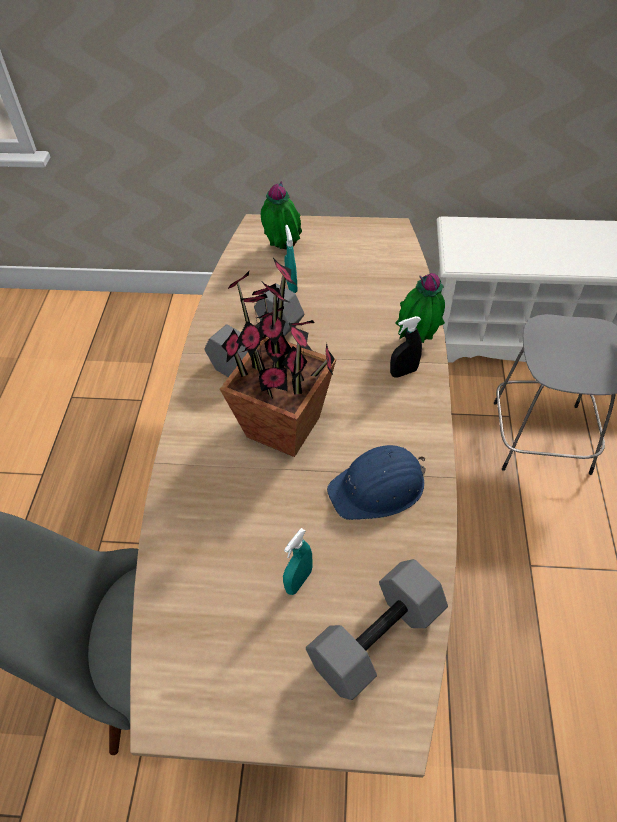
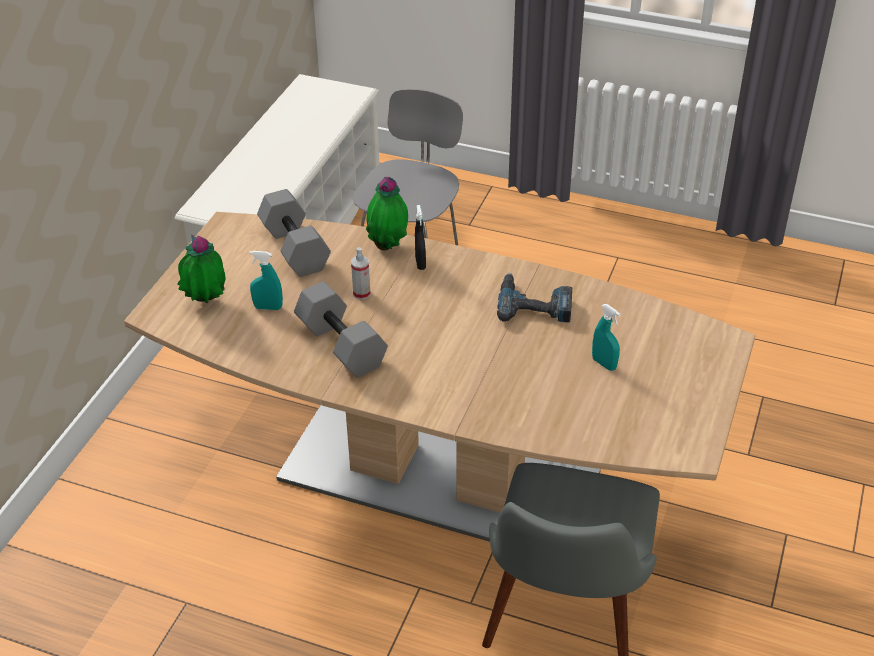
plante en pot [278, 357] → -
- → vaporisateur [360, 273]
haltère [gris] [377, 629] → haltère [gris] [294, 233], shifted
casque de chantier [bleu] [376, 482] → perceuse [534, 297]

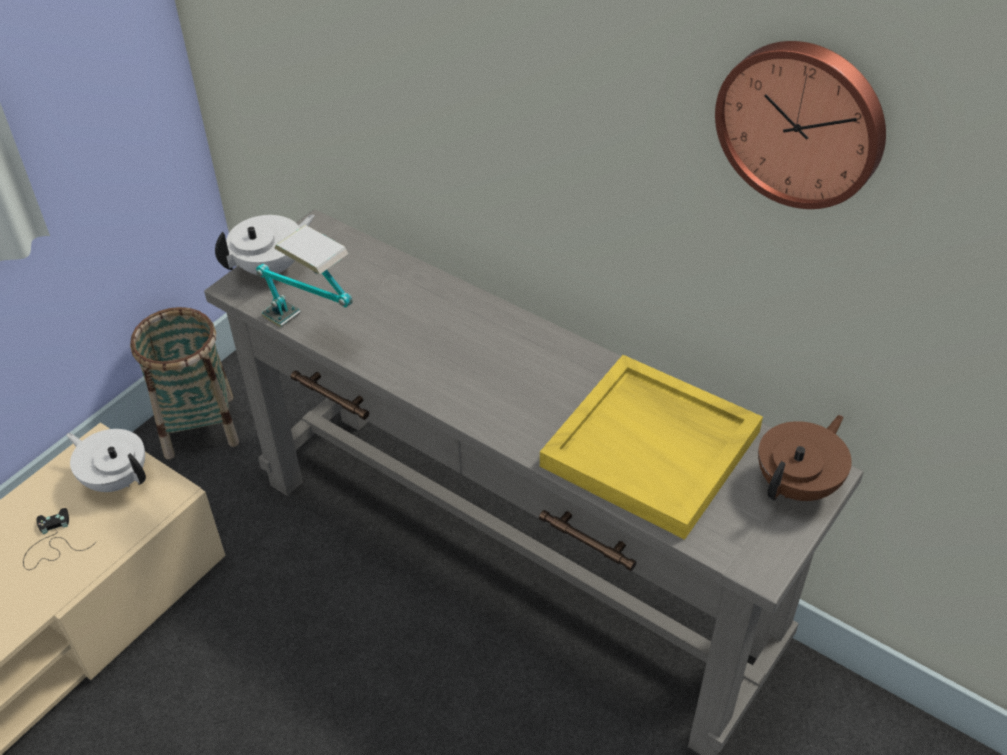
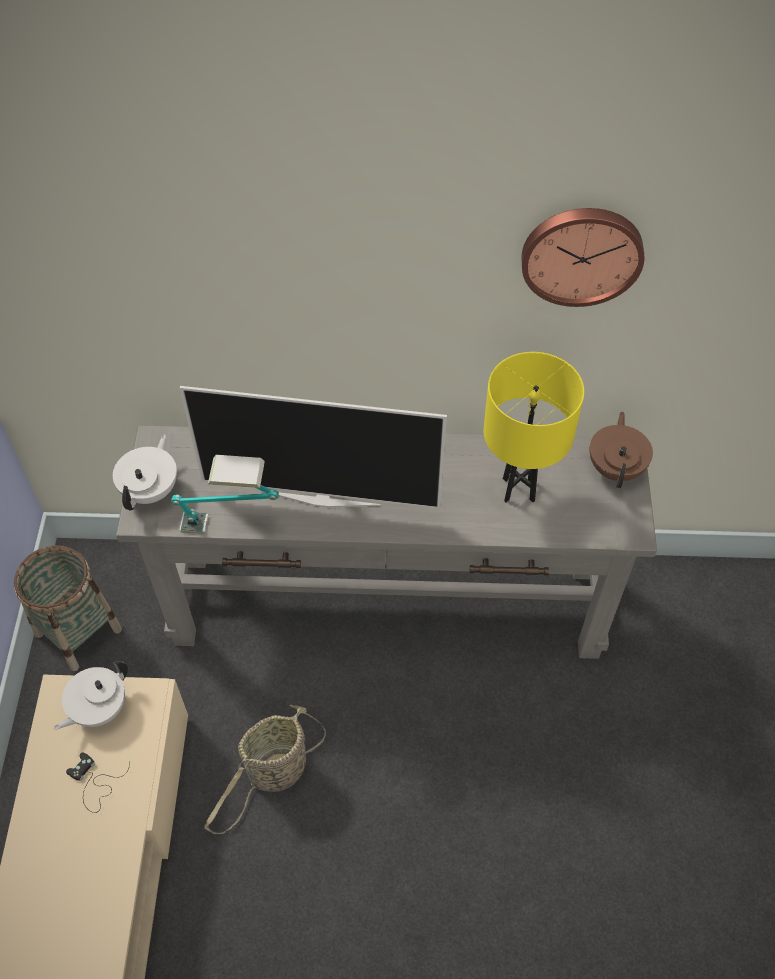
- → téléviseur [313, 447]
- → panier [265, 769]
plateau [jaune] [651, 447] → lampe de table [jaune] [533, 427]
théière [blanc] [106, 460] → théière [blanc] [91, 695], 45 degrees counterclockwise

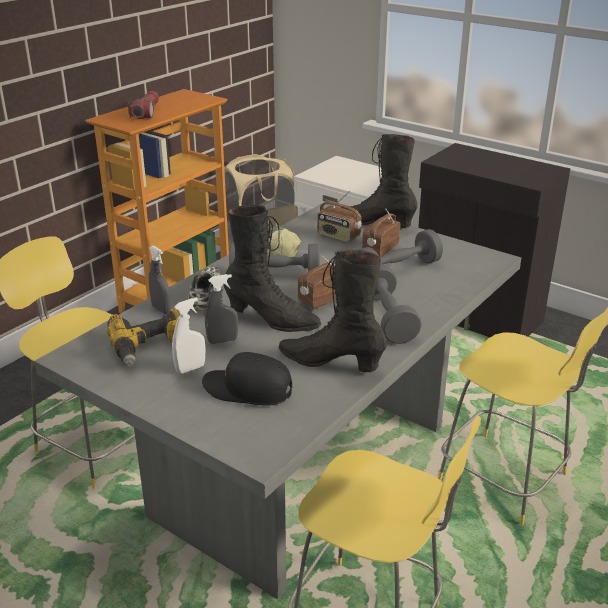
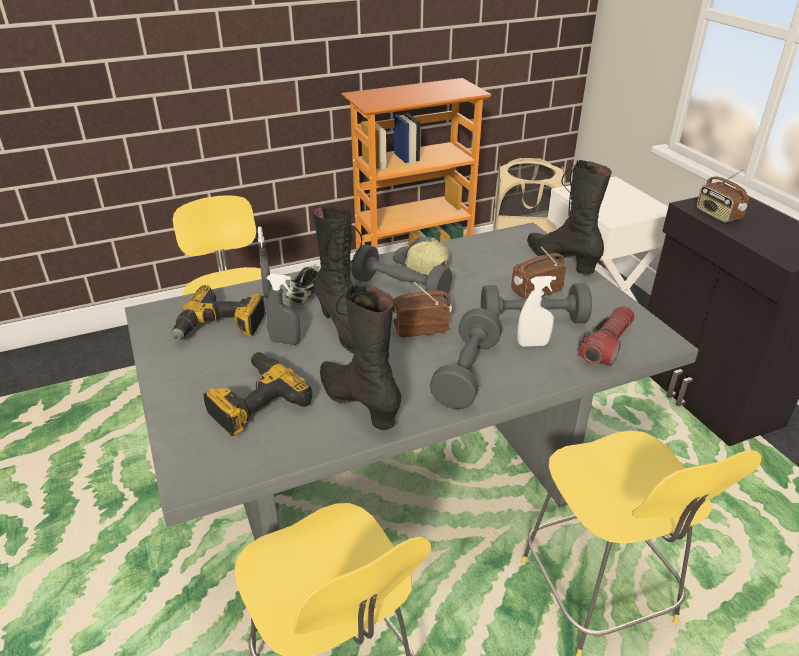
lampe de poche [143, 105] → lampe de poche [606, 336], shifted
vaporisateur [blanc] [188, 336] → vaporisateur [blanc] [536, 311], shifted
radio [339, 216] → radio [723, 196], shifted
casquette [noir] [247, 379] → perceuse [258, 394]

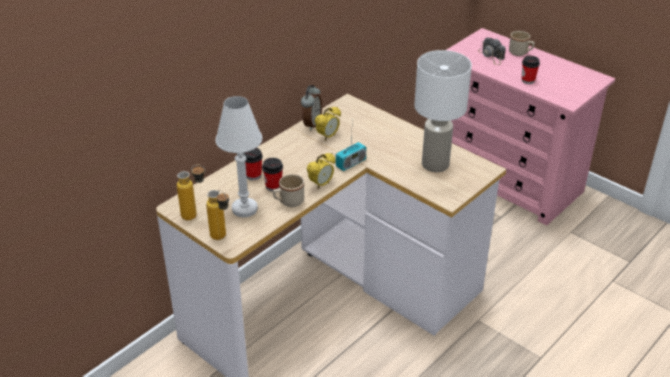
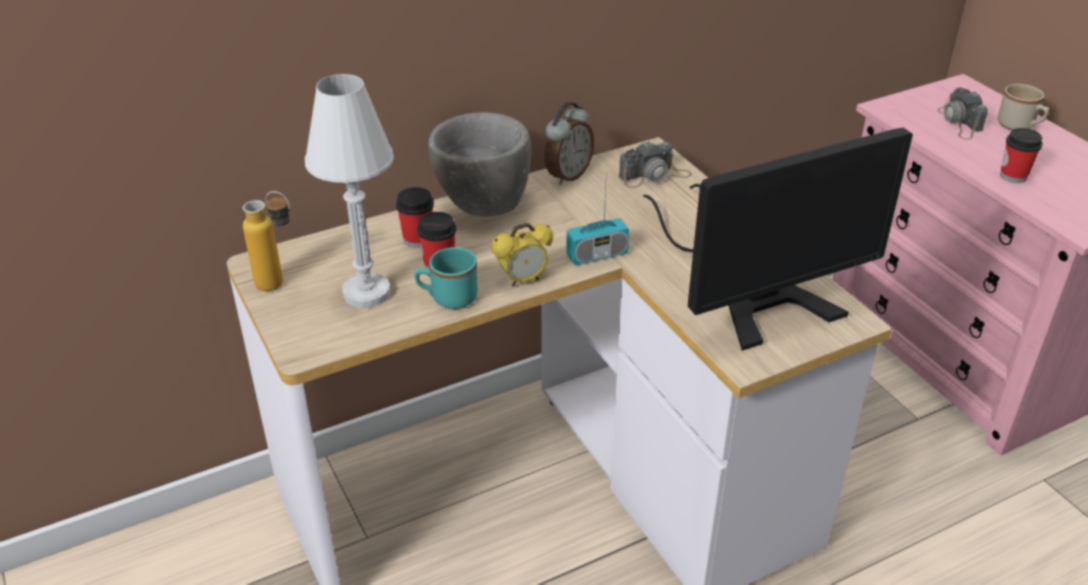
bouteille [217, 215] → -
réveil [328, 124] → -
- → bol [gris] [479, 164]
- → appareil photo [655, 164]
lampe de table [blanc] [443, 111] → écran d'ordinateur [778, 239]
mug [beige] [288, 190] → mug [turquoise] [446, 278]

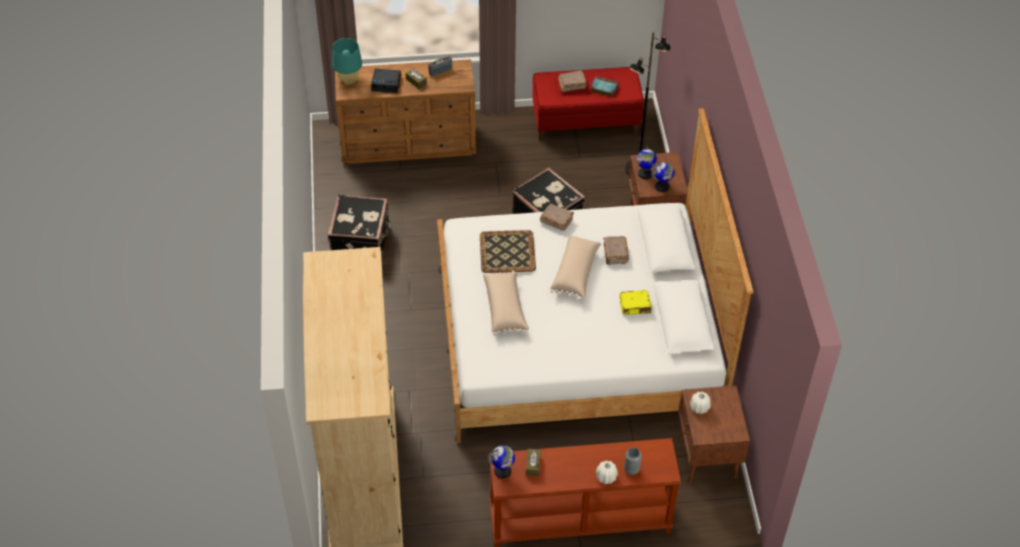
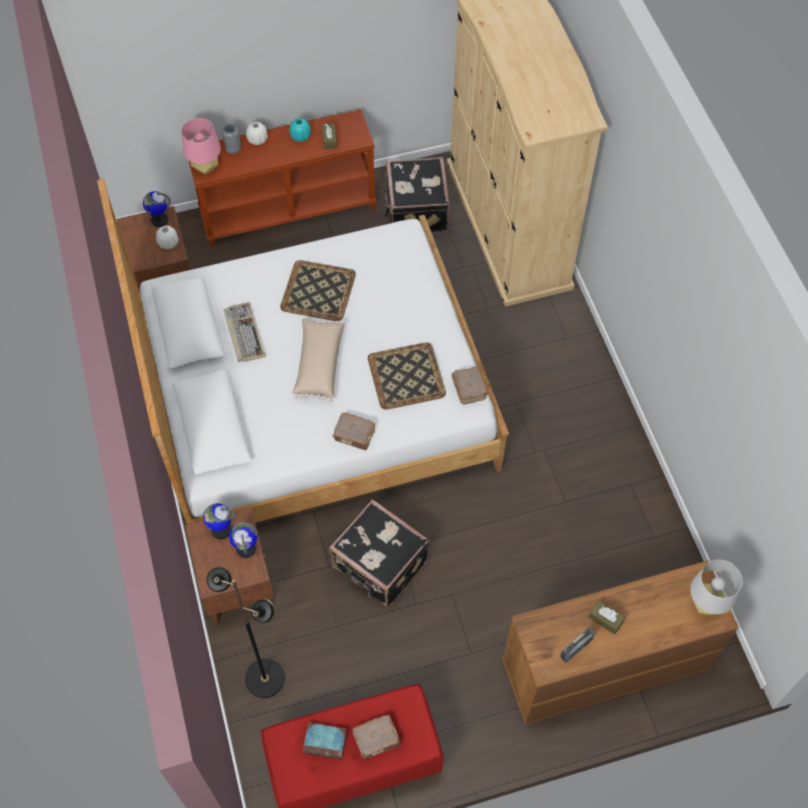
réveil [386, 81] → -
coussin [beige] [506, 303] → -
- → lampe de table [rose] [201, 146]
- → plateau [318, 290]
- → vase [turquoise] [300, 130]
valise [noir] [360, 227] → valise [noir] [416, 195], shifted
globe [501, 461] → globe [157, 209], shifted
livre [marron] [616, 250] → livre [marron] [469, 385], shifted
livre [jaune] [635, 302] → clavier [244, 332]
lampe de table [turquoise] [347, 61] → lampe de table [gris] [716, 587]

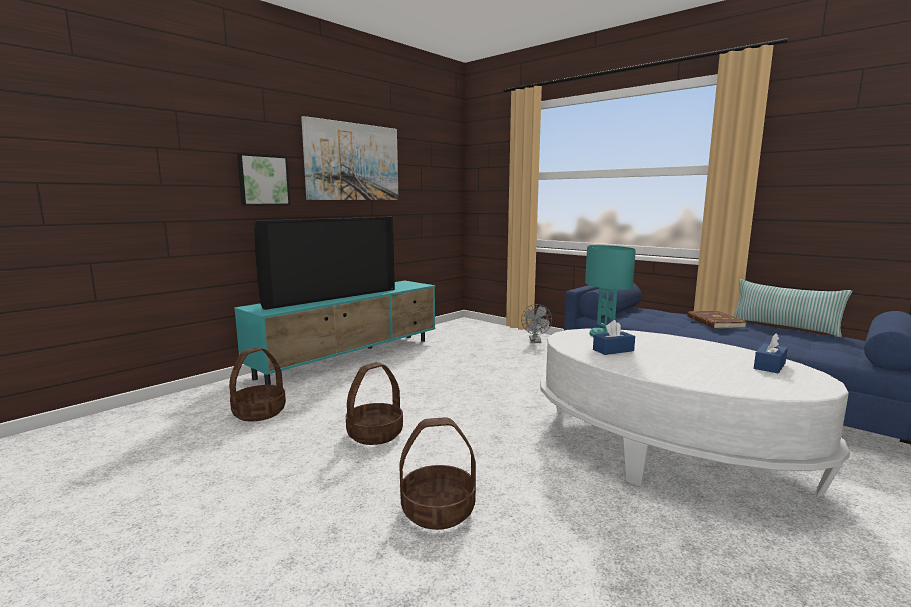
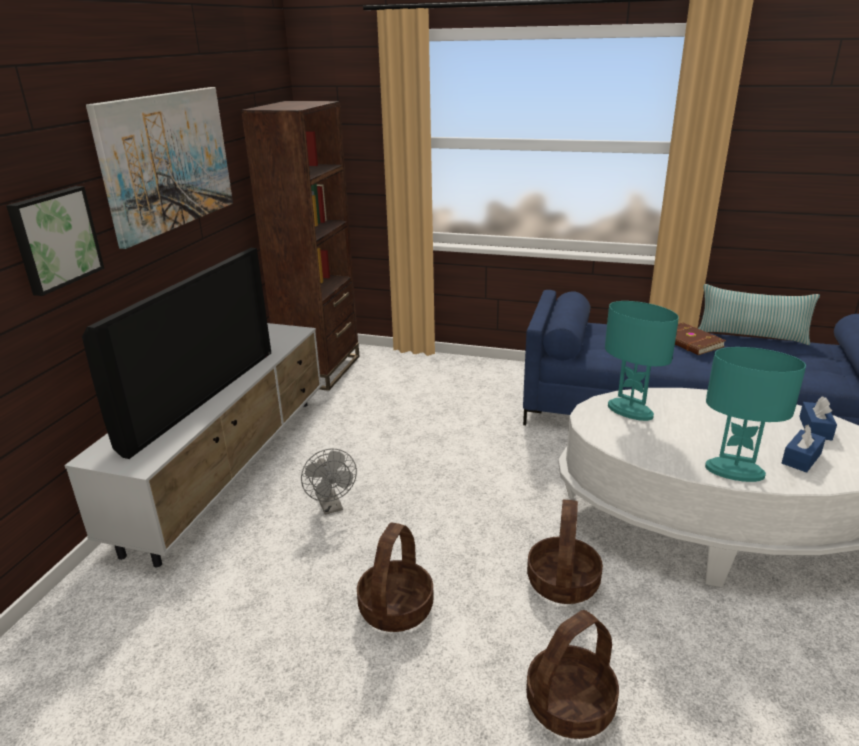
- → bibliothèque [marron] [300, 246]
- → lampe de table [turquoise] [755, 414]
panier [257, 384] → panier [565, 552], shifted
ventilateur [gris] [536, 323] → ventilateur [gris] [329, 482], shifted
boîte à mouchoirs [bleu] [614, 337] → boîte à mouchoirs [bleu] [804, 449], shifted
meuble télé [turquoise] [334, 333] → meuble télé [blanc] [193, 445]

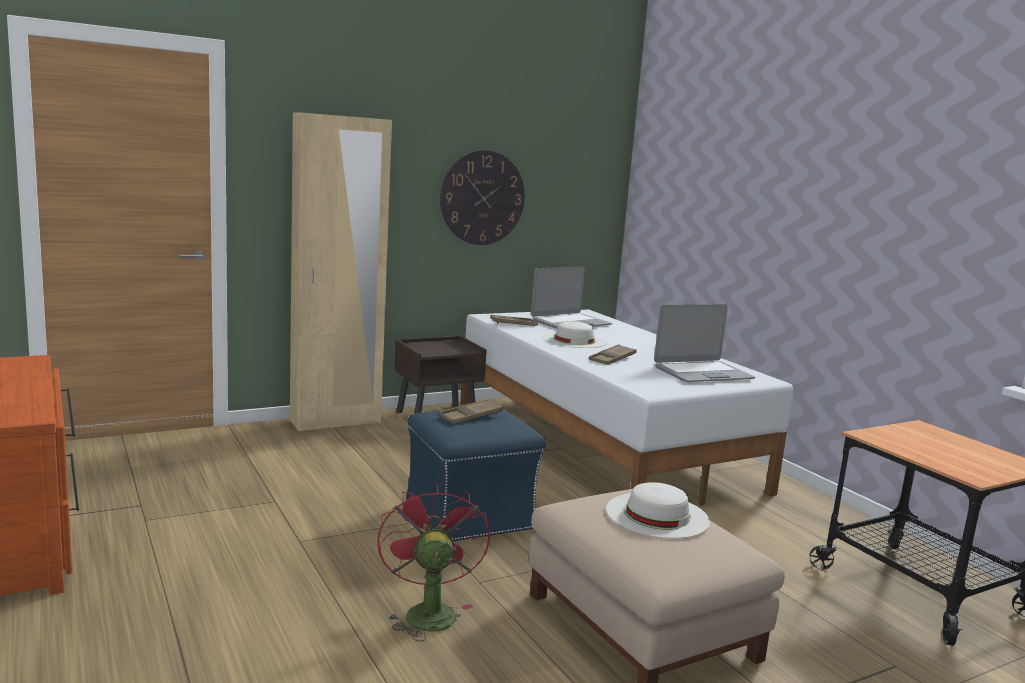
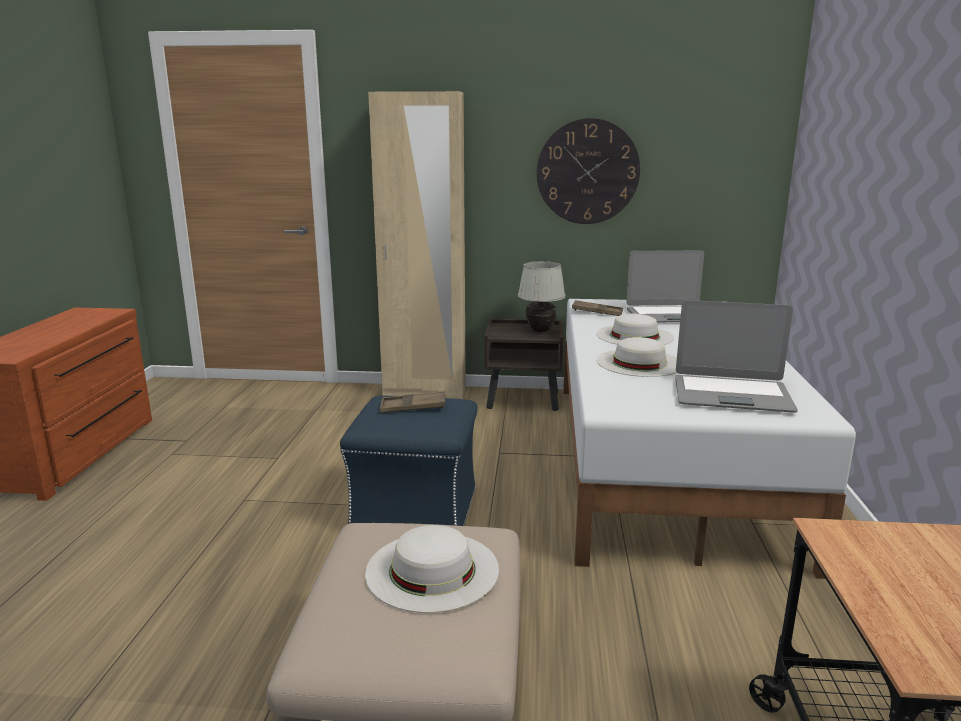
ventilateur [rouge] [433, 562] → -
- → lampe de table [blanc] [541, 296]
plateau [marron] [613, 354] → chapeau [blanc] [636, 357]

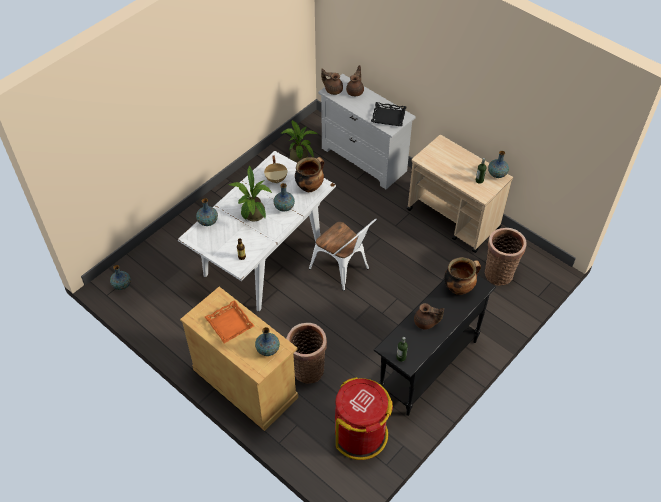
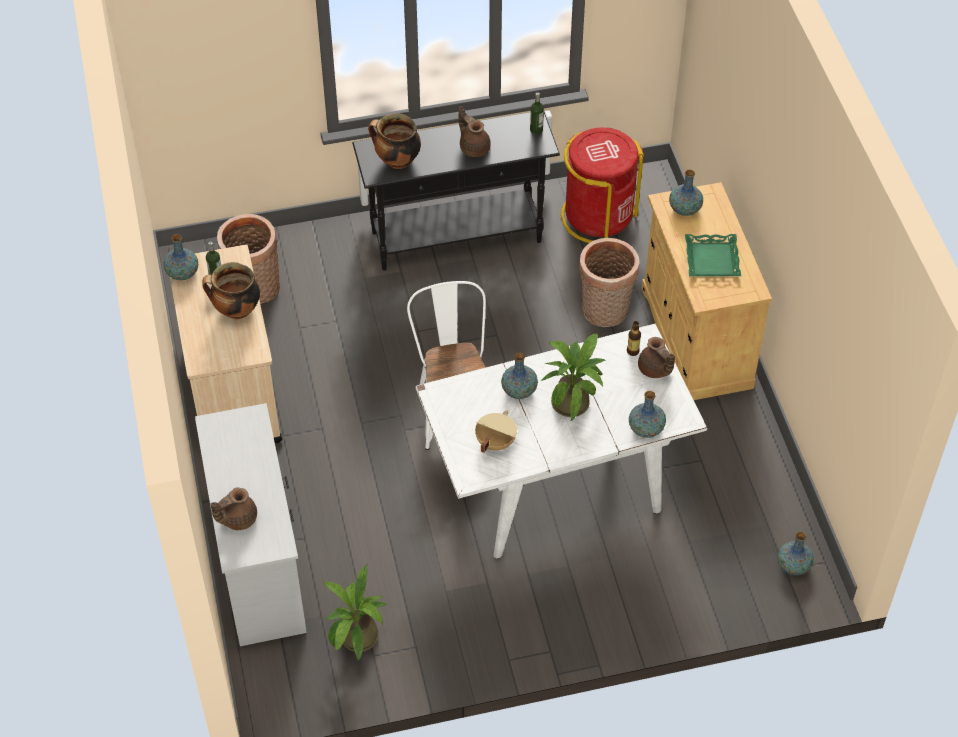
plateau [noir] [389, 114] → -
marmite [309, 174] → marmite [231, 290], shifted
théière [marron] [332, 82] → théière [marron] [656, 357], shifted
plateau [orange] [229, 321] → plateau [vert] [713, 255]

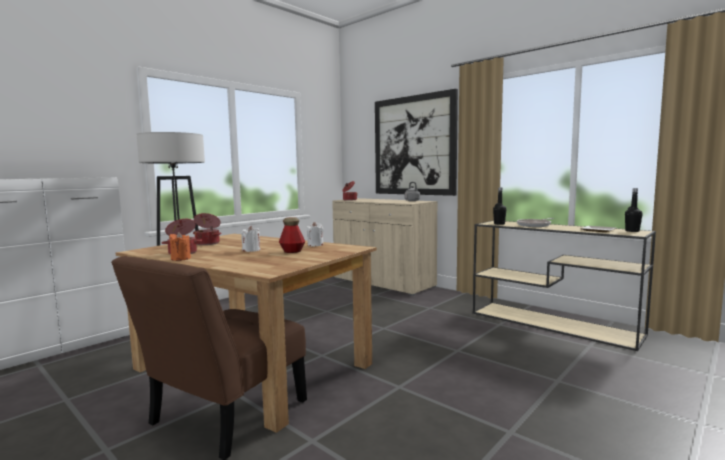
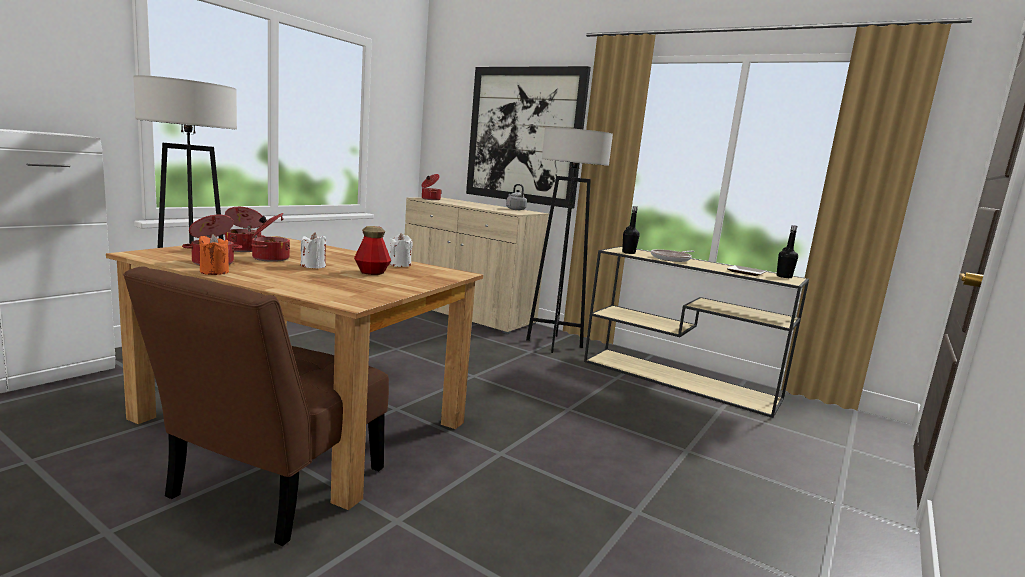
- → marmite [270, 237]
- → lampadaire [gris] [569, 240]

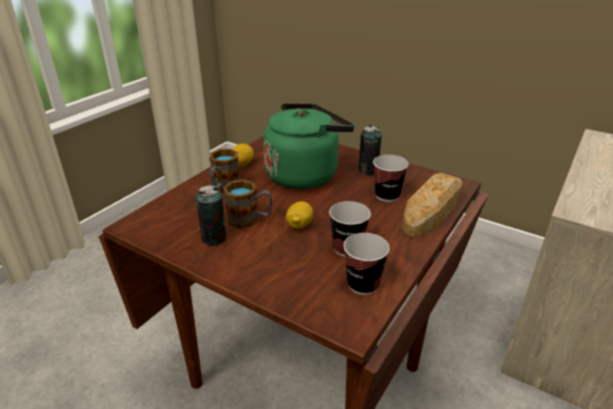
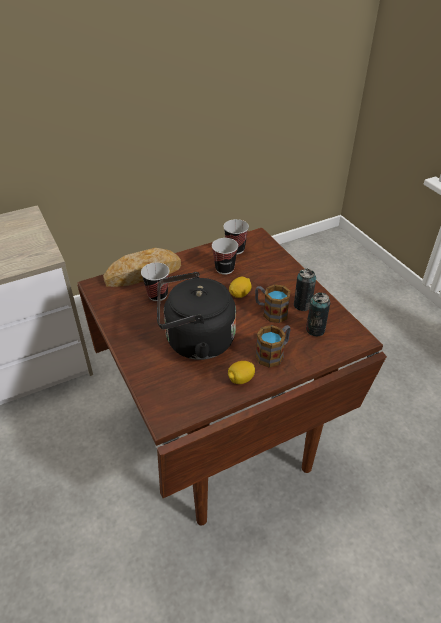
boîte métallique [370, 150] → boîte métallique [318, 314], shifted
bouilloire [vert] [309, 146] → bouilloire [noir] [196, 316]

